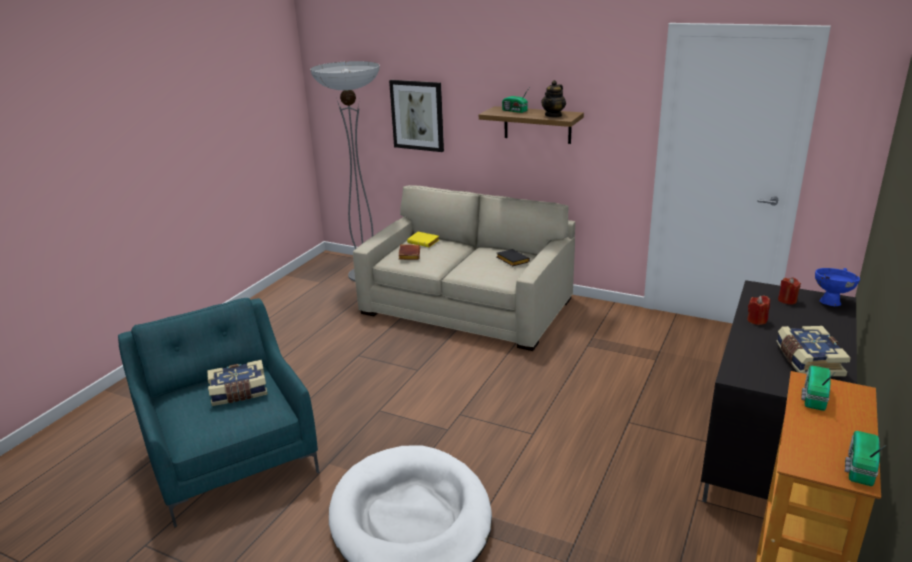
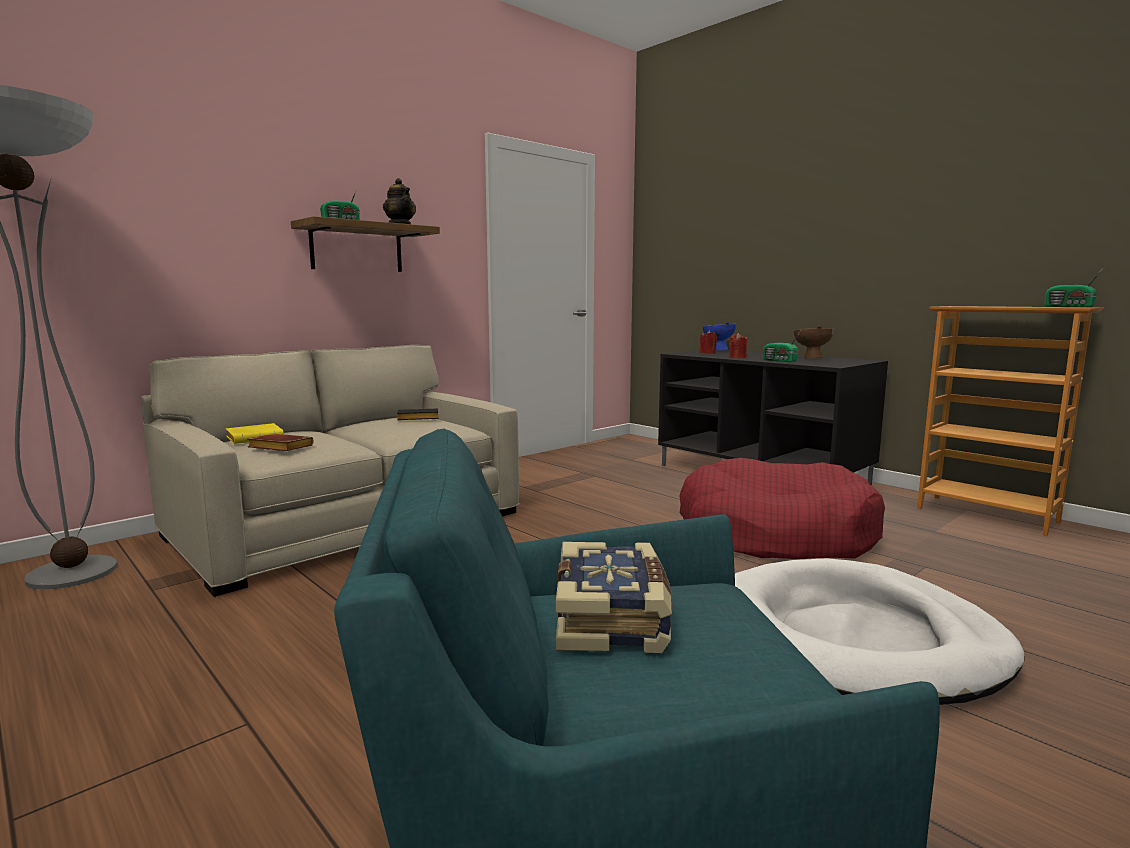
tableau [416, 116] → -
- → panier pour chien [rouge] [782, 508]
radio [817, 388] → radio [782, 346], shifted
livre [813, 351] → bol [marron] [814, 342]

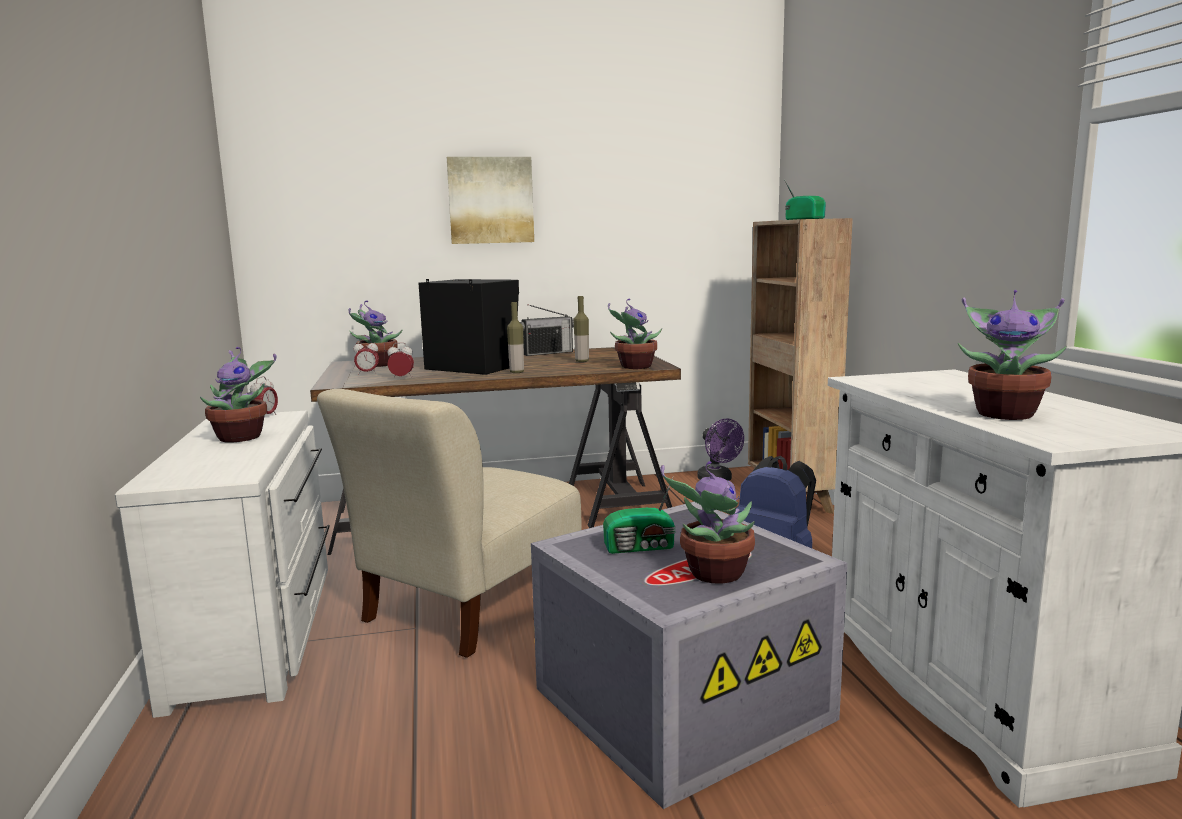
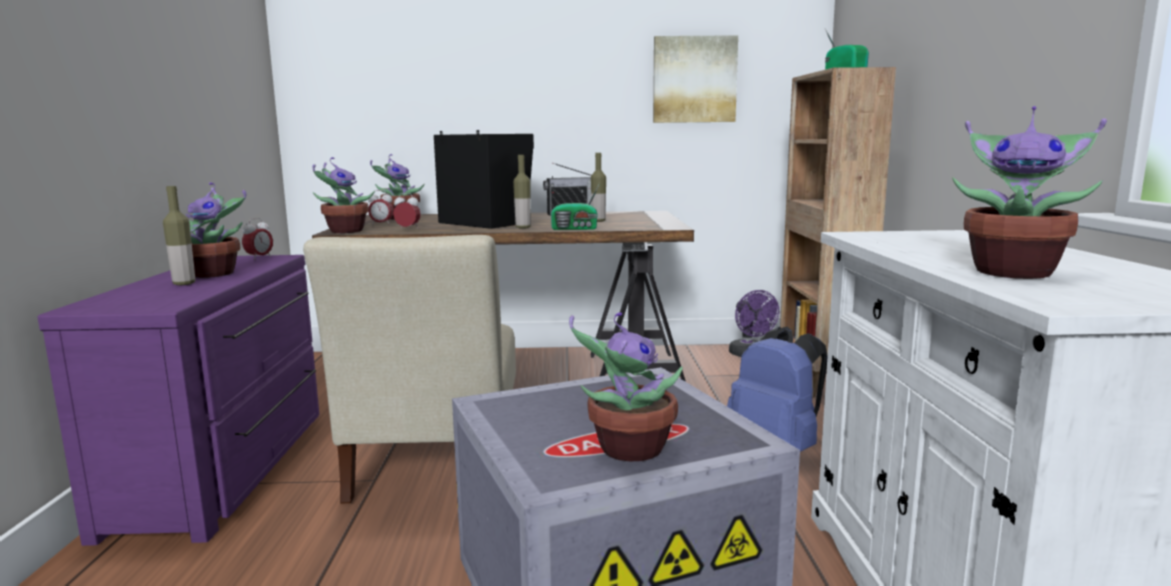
- → bouteille [179, 235]
tableau [490, 200] → tableau [695, 79], shifted
radio [639, 515] → radio [575, 206], shifted
plante en pot [635, 334] → plante en pot [343, 195], shifted
commode [blanc] [222, 564] → commode [violet] [178, 400]
chaise [beige] [449, 523] → chaise [beige] [409, 369], 45 degrees counterclockwise

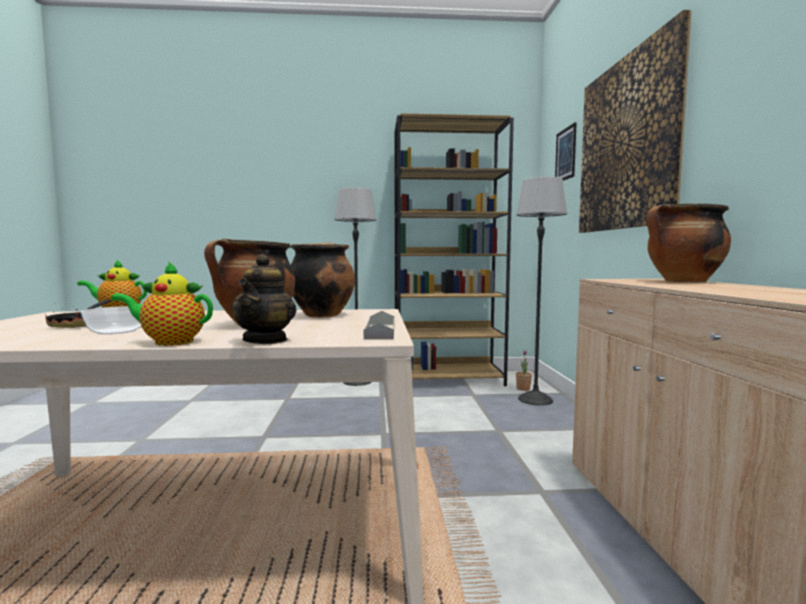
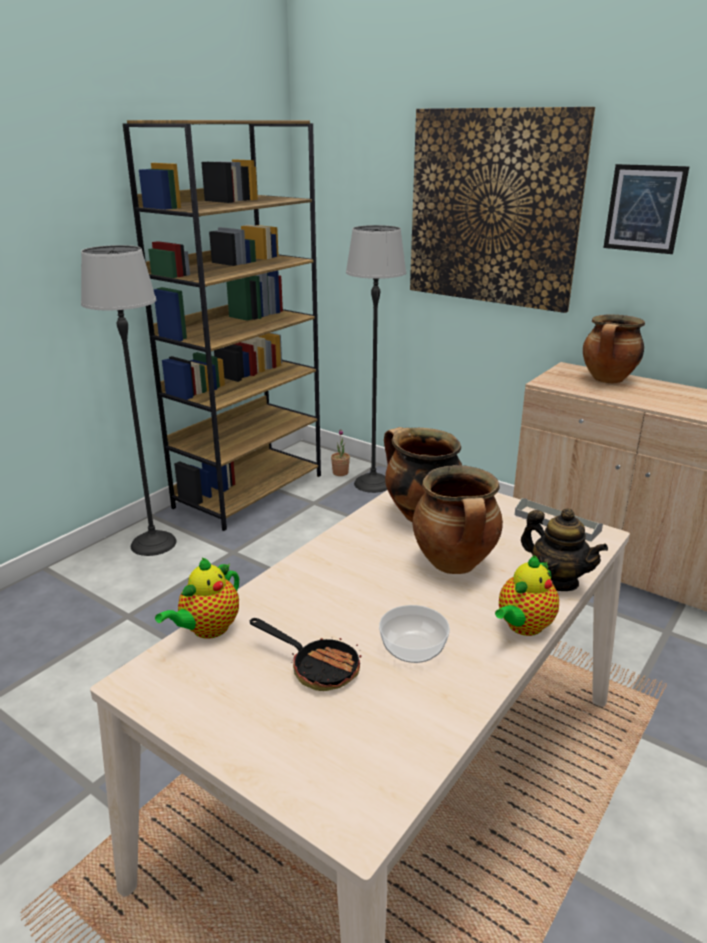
tableau [566, 151] → tableau [646, 209], shifted

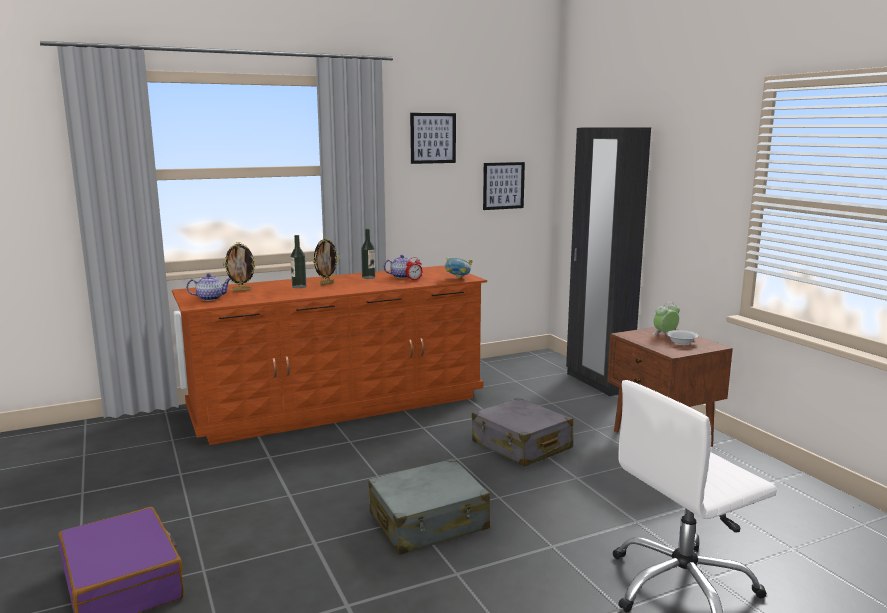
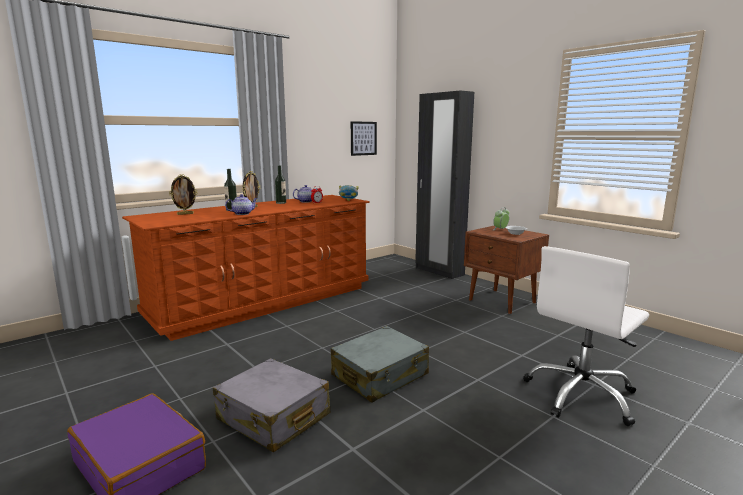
tableau [433, 138] → -
théière [208, 287] → théière [241, 204], shifted
valise [gris] [522, 432] → valise [gris] [271, 405], shifted

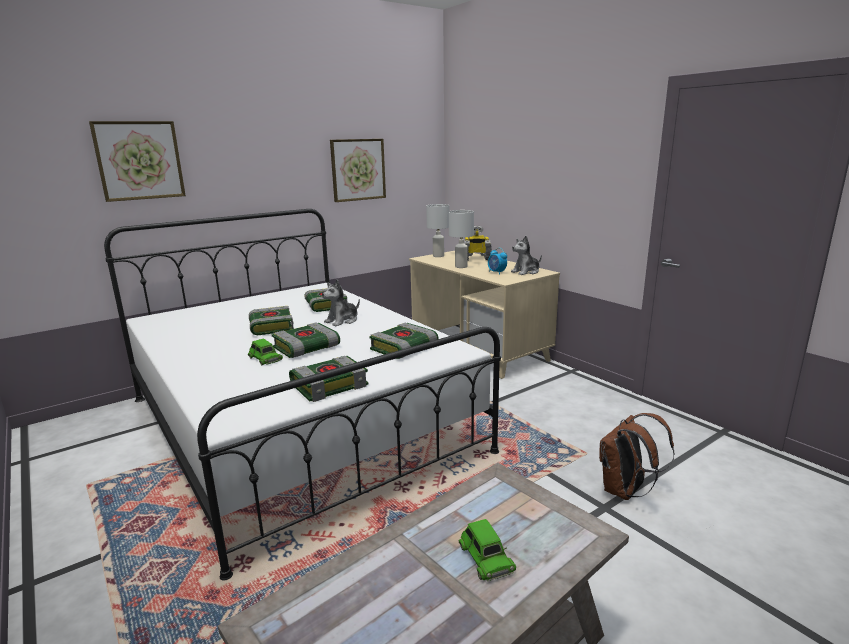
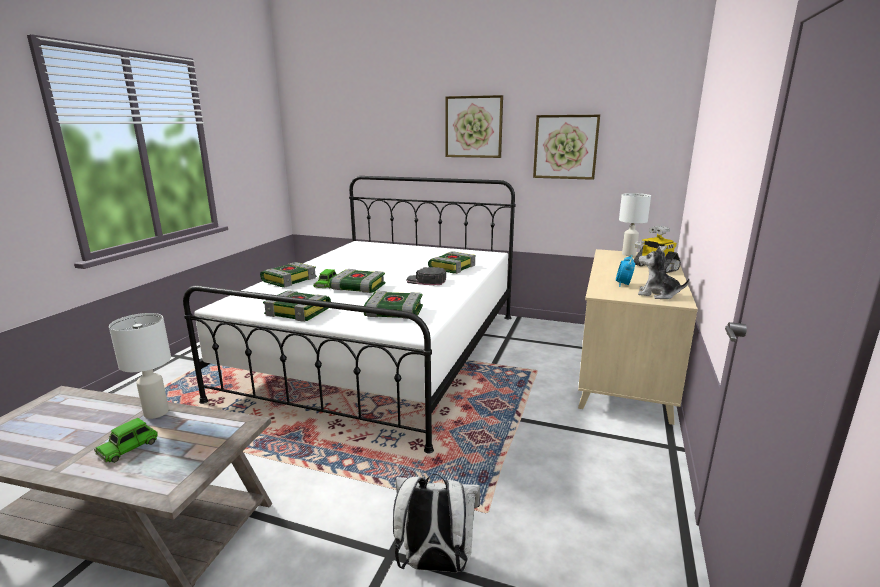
tableau [137, 161] → tableau [474, 126], shifted
livre [271, 320] → livre [288, 274], shifted
lampe de table [blanc] [461, 239] → lampe de table [blanc] [140, 366], shifted
peluche [341, 303] → casquette [noir] [426, 276]
sac à dos [marron] [636, 456] → sac à dos [blanc] [436, 523]

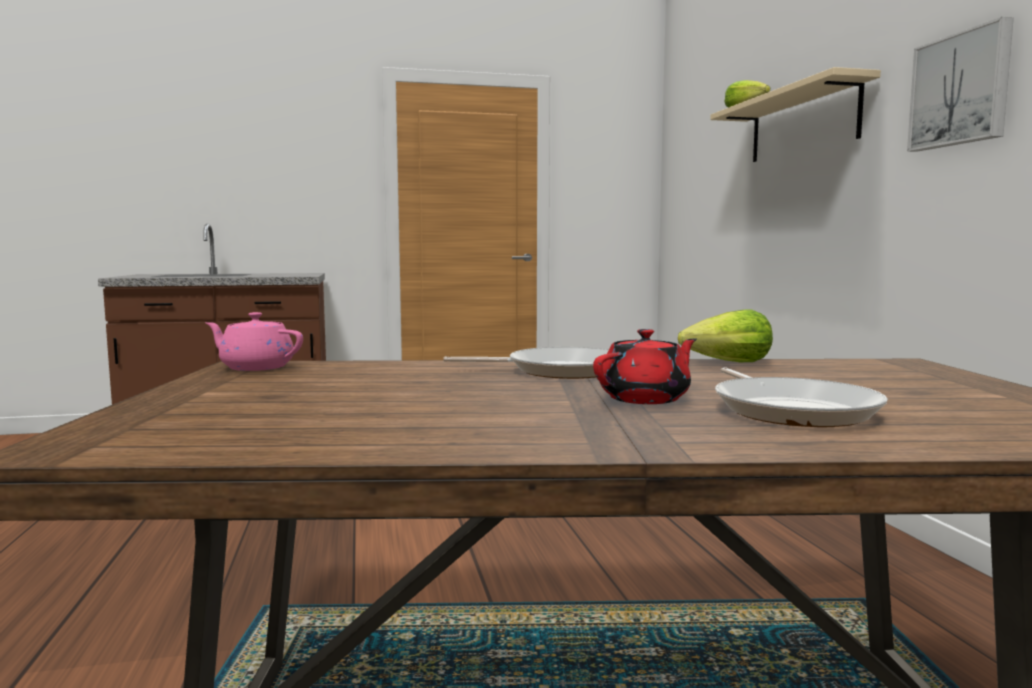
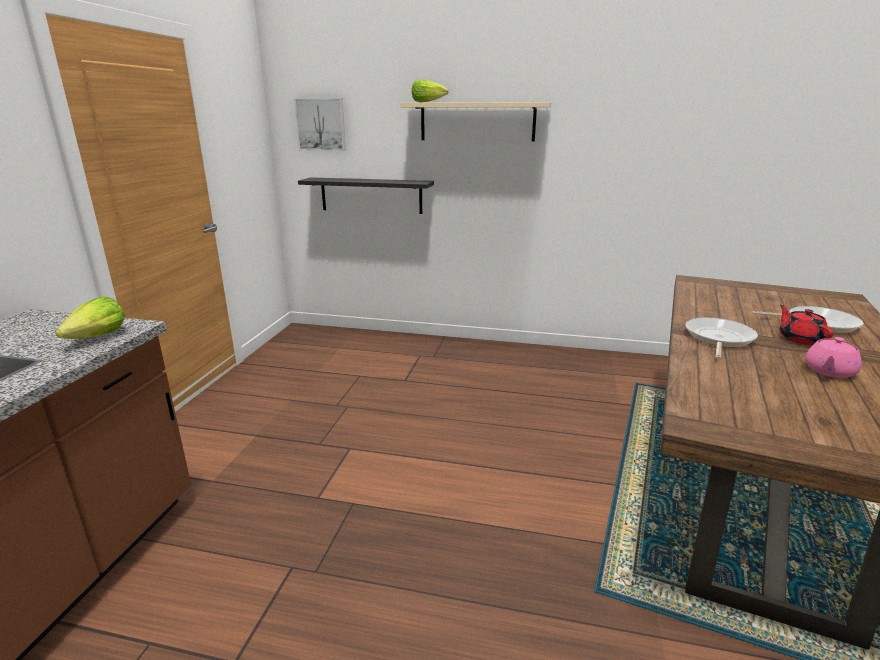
- → étagère [noir] [366, 195]
théière [rose] [254, 341] → théière [rose] [833, 357], shifted
laitue [725, 335] → laitue [90, 317], shifted
tableau [960, 84] → tableau [320, 124], shifted

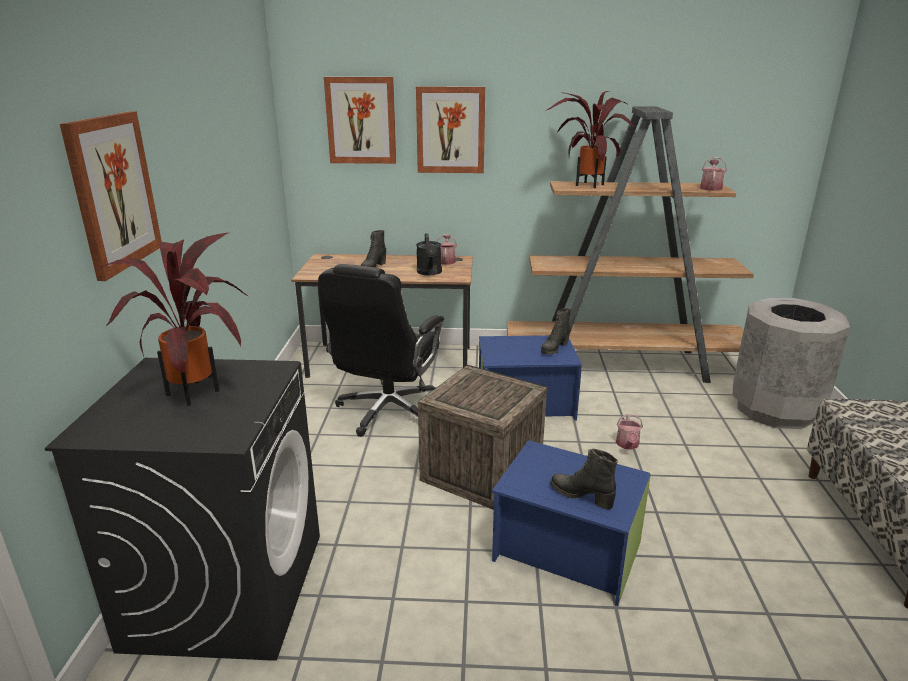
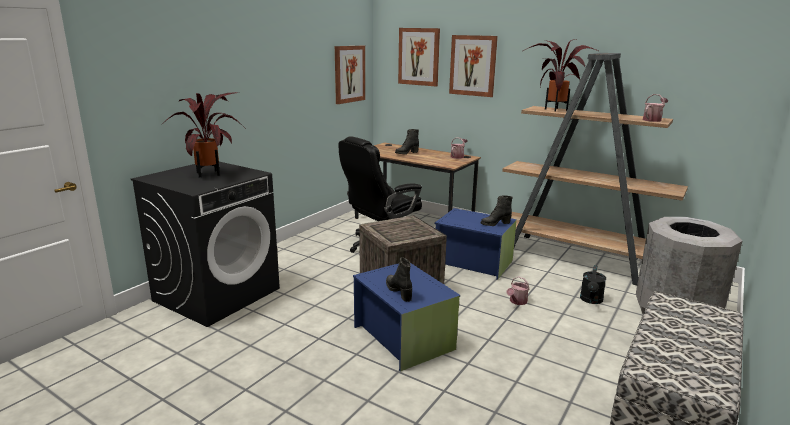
tableau [111, 196] → tableau [350, 75], shifted
arrosoir [noir] [429, 255] → arrosoir [noir] [593, 284], shifted

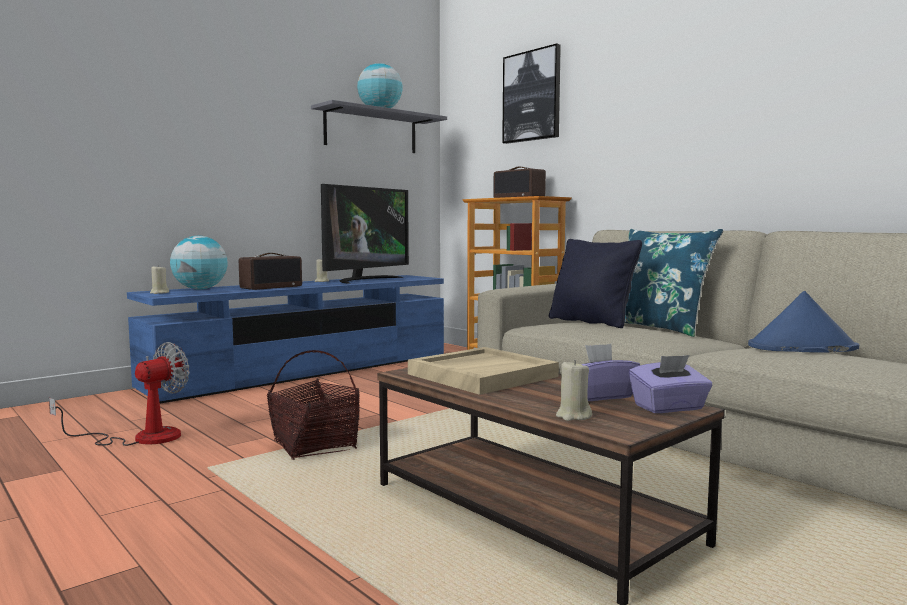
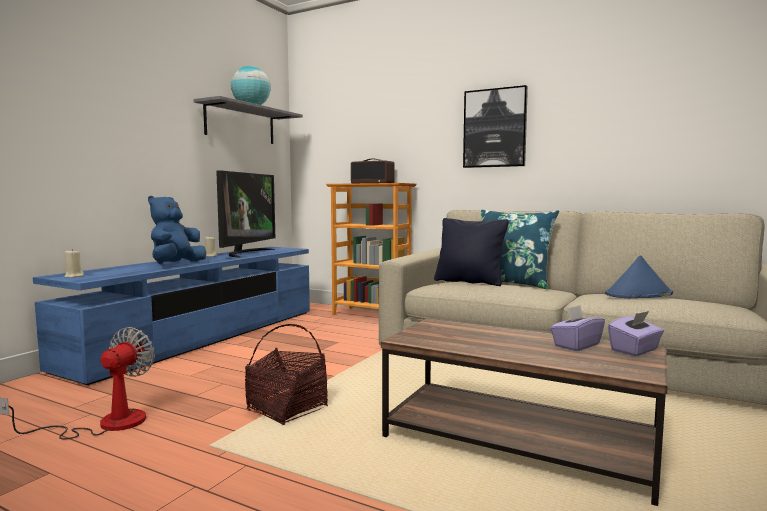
globe [199, 262] → -
plateau [beige] [483, 371] → -
bougie [beige] [574, 390] → -
tableau [531, 93] → tableau [495, 126], shifted
radio [270, 271] → peluche [bleu] [177, 230]

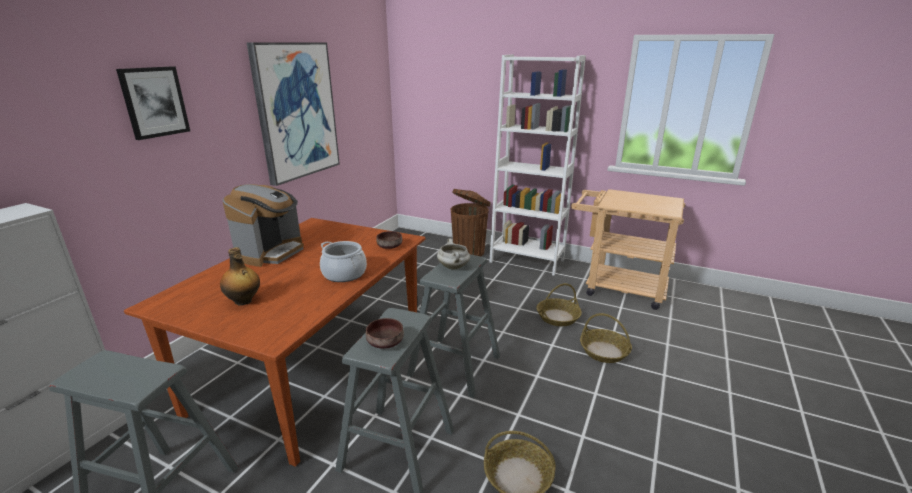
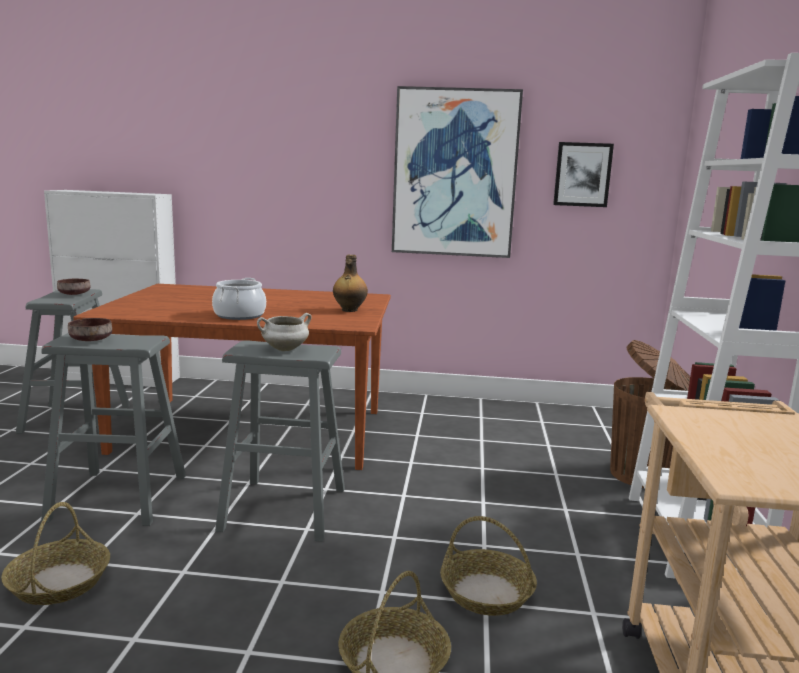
machine à café [263, 225] → -
tableau [153, 103] → tableau [583, 174], shifted
bouteille [240, 276] → bouteille [350, 283], shifted
bol [marron] [389, 240] → bol [marron] [73, 287], shifted

